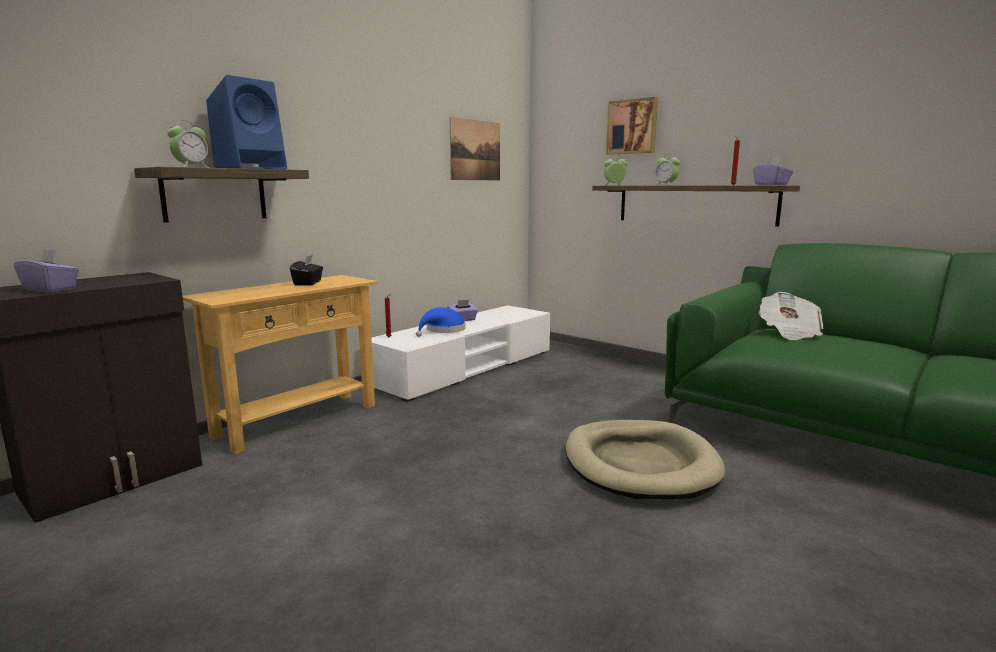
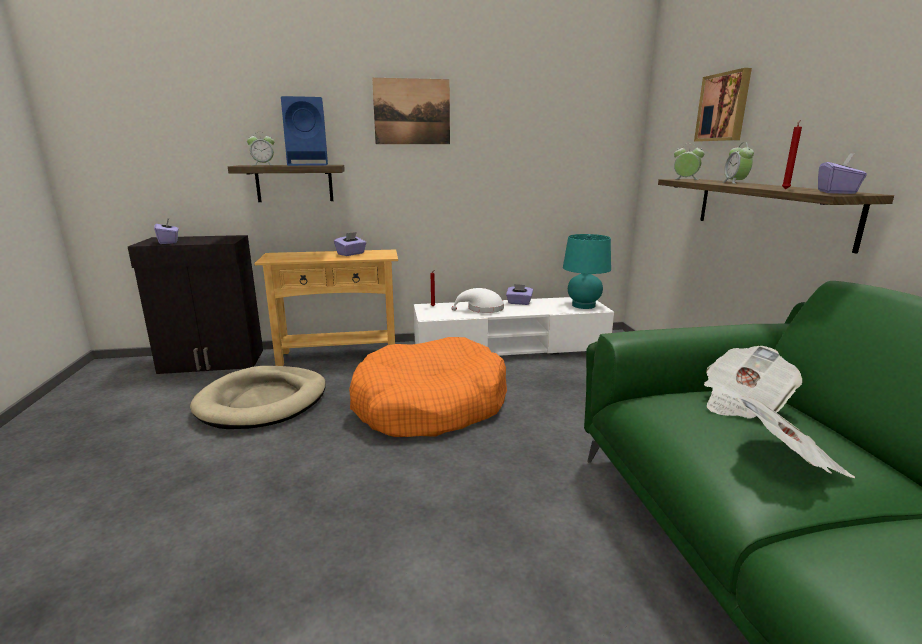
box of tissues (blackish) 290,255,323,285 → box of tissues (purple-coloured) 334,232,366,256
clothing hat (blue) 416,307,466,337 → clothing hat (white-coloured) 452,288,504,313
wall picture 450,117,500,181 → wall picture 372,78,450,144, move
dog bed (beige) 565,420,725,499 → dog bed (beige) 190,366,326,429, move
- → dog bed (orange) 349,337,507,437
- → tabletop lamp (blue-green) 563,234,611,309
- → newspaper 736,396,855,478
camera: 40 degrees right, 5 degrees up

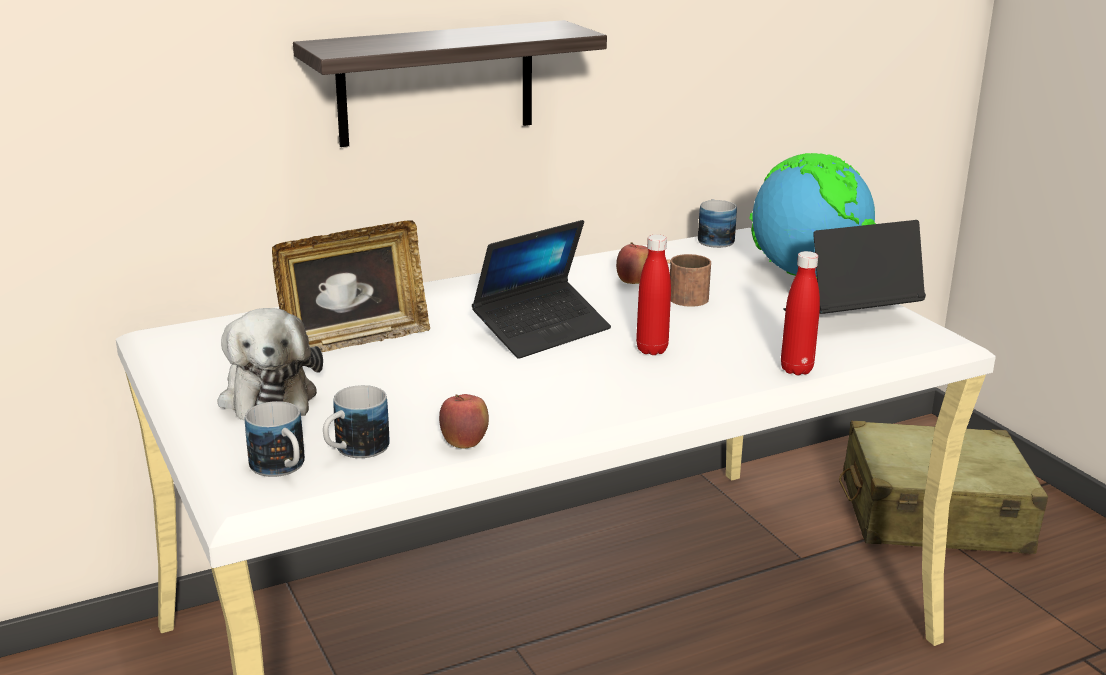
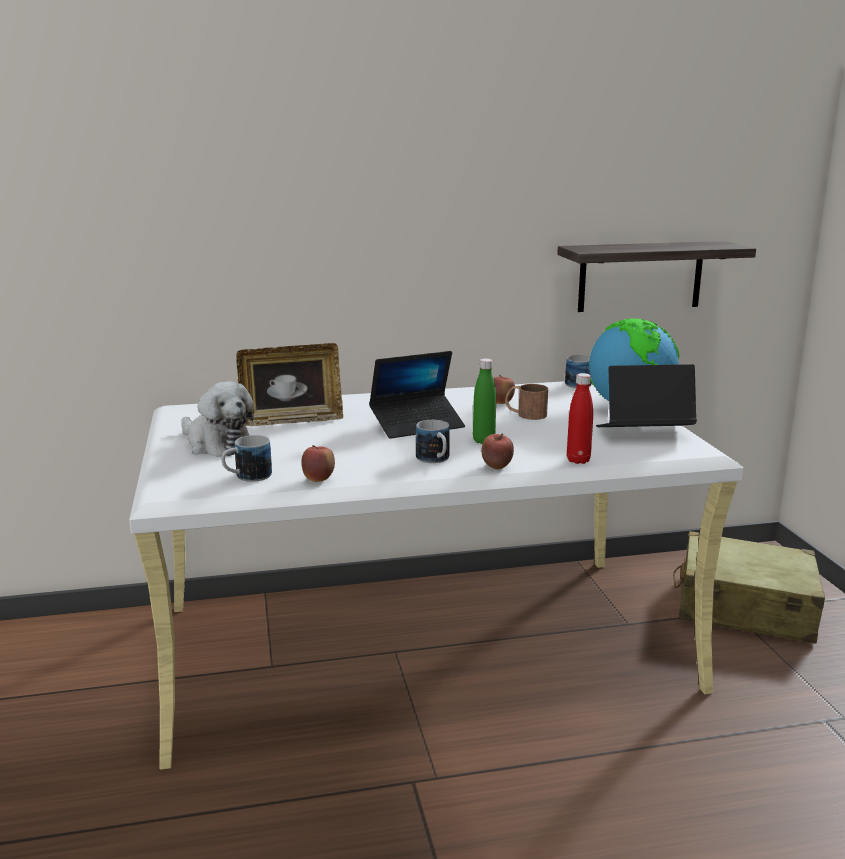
soft toy 217,308,323,420 → soft toy 181,381,254,457, 45 degrees counterclockwise
coffee mug 245,401,305,477 → coffee mug 416,420,450,463, move
bracket shelf 293,20,607,147 → bracket shelf 557,241,756,312, move
drink bottle (reddish) 636,235,671,355 → drink bottle (greenish) 473,358,496,444
- → whole apple 481,434,514,469
camera: 15 degrees right, 5 degrees down

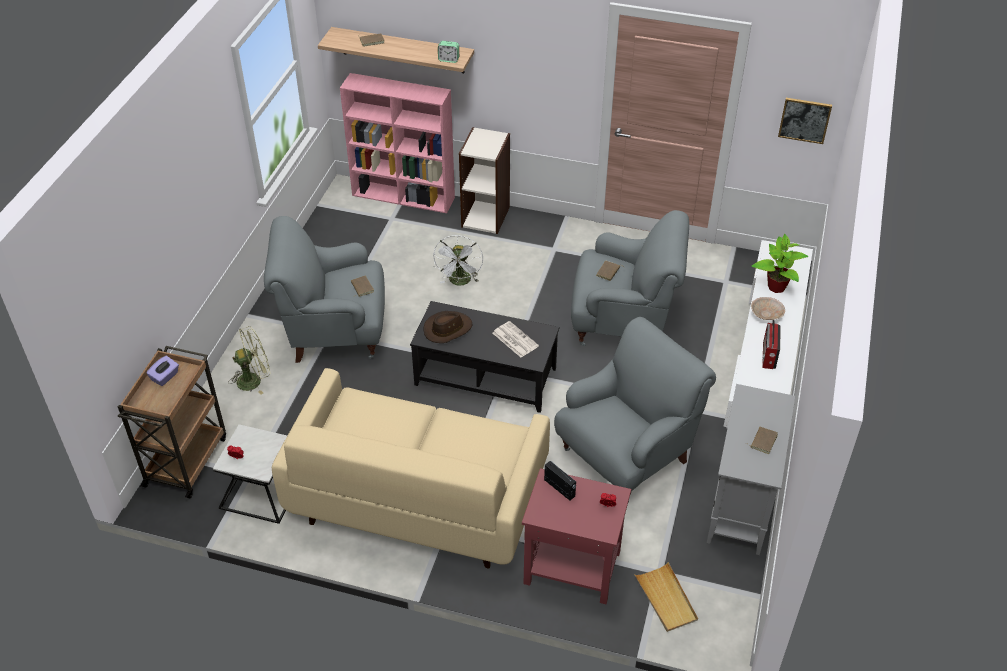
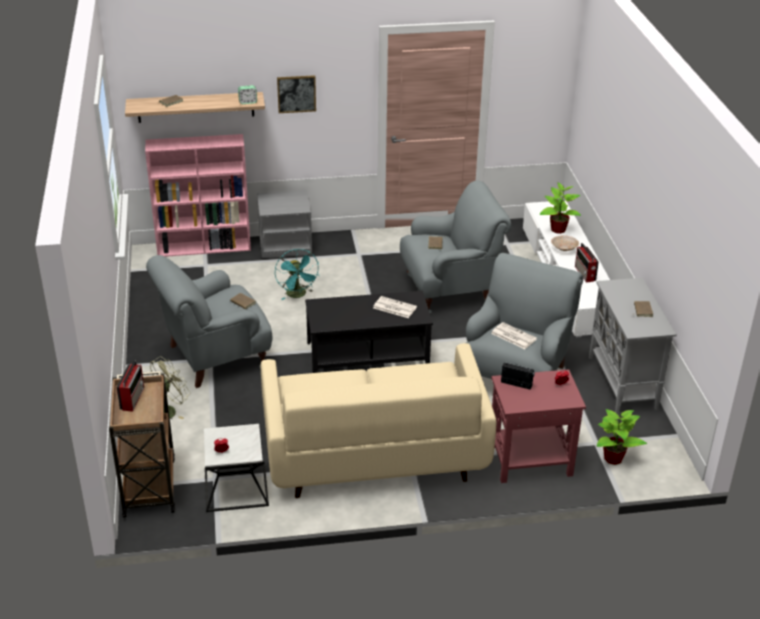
box of tissues (purple-coloured) 146,356,179,386 → radio set 117,360,144,412
clothing hat (brownish) 424,311,473,343 → -
electric fan (white-coloured) 433,235,483,286 → electric fan (blue-green) 275,249,320,300
shelving unit 459,127,510,234 → nightstand (greyish) 257,190,312,258
serving tray (beige) 634,562,698,632 → potted plant 597,409,647,465
wall picture 778,98,832,144 → wall picture 277,75,316,113, move
- → newspaper 491,322,537,349
camera: 25 degrees left, 10 degrees down

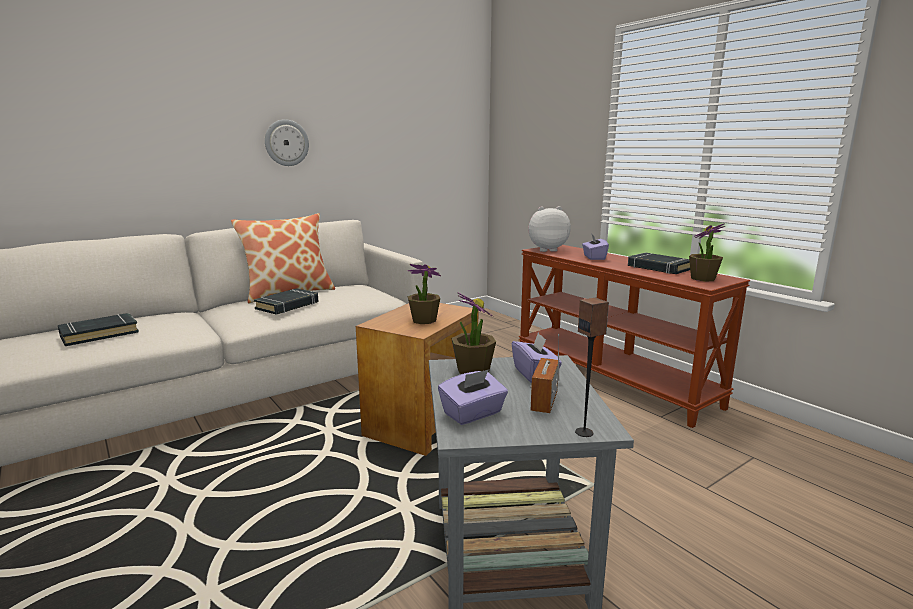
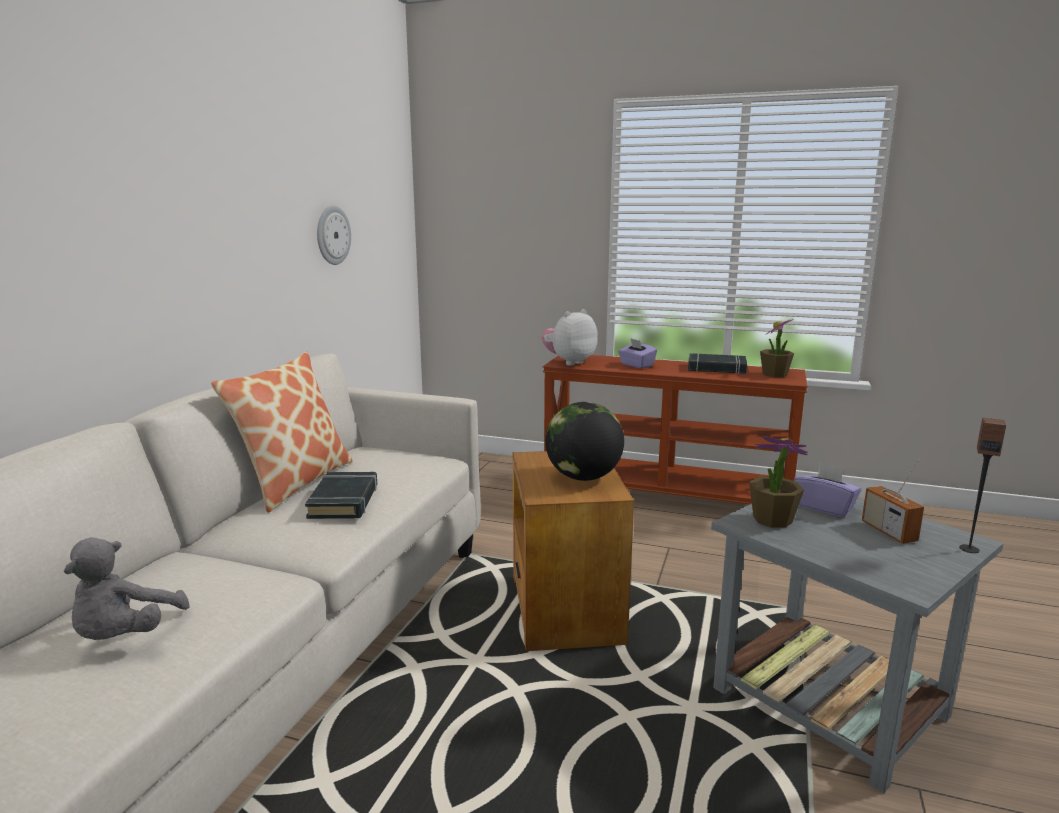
volume (blackish) 58,313,139,346 → soft toy (greyish) 64,537,190,640
wall clock 265,119,309,166 → wall clock 317,206,351,265, move
potted plant 408,264,441,324 → world globe 545,402,624,481
box of tissues (purple-coloured) 438,369,508,425 → -
camera: 35 degrees left, 0 degrees up

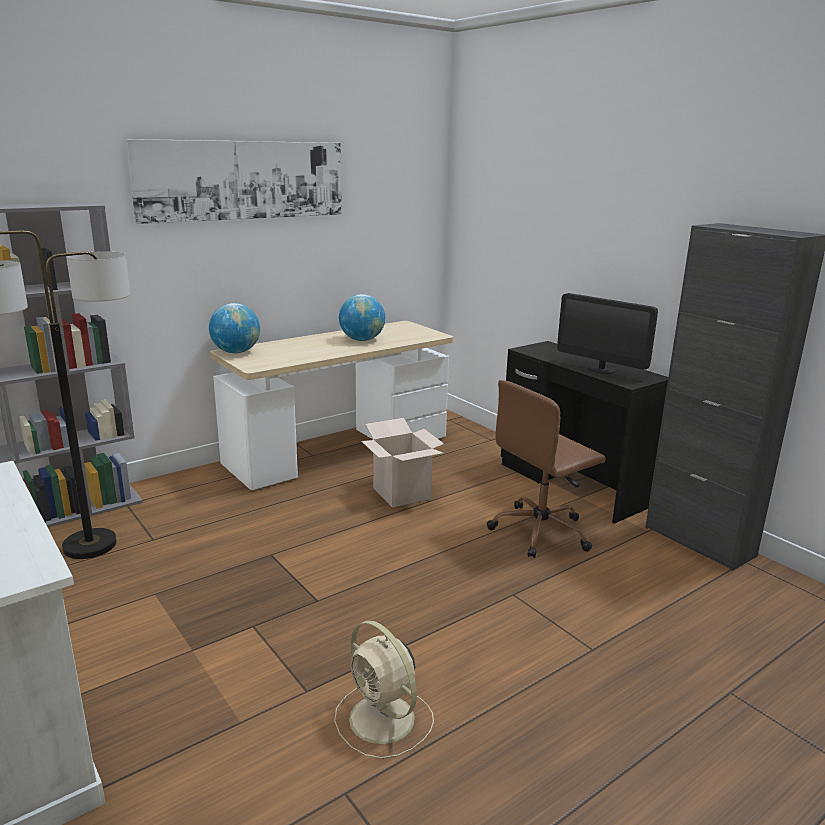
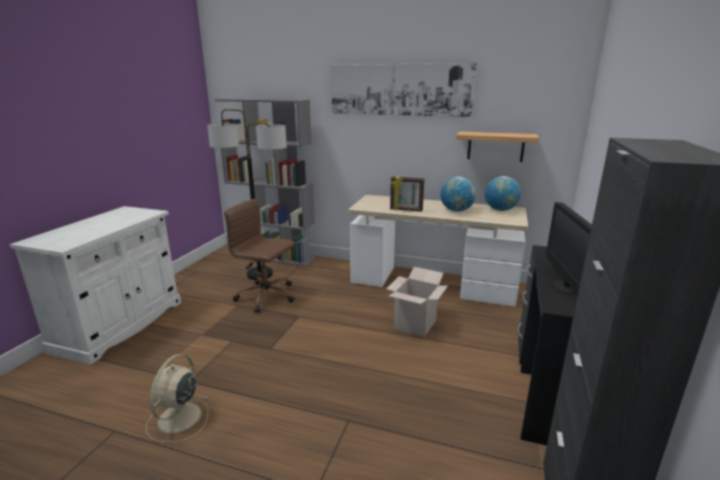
world globe 209,303,260,353 → world globe 484,176,521,211, move
desk chair (brownish) 487,380,606,558 → desk chair (brownish) 224,199,295,313, move
- → picture frame 390,176,424,212
- → bracket shelf 456,131,539,162
camera: 55 degrees right, 0 degrees up

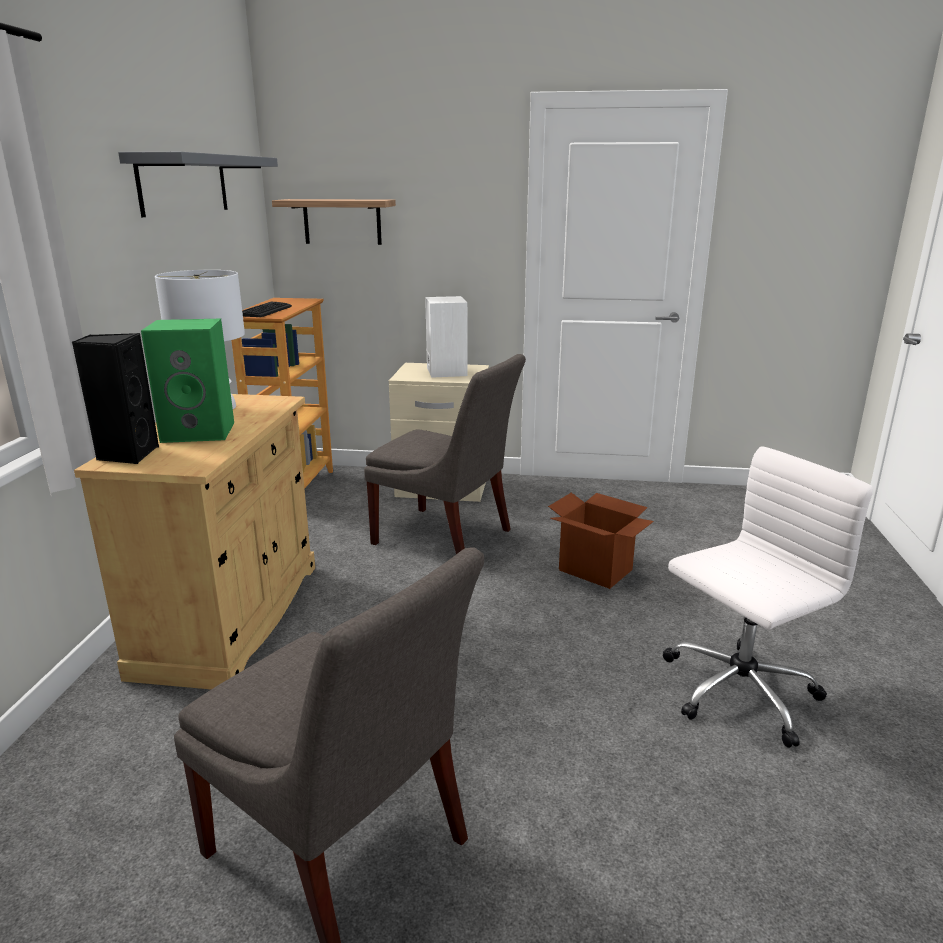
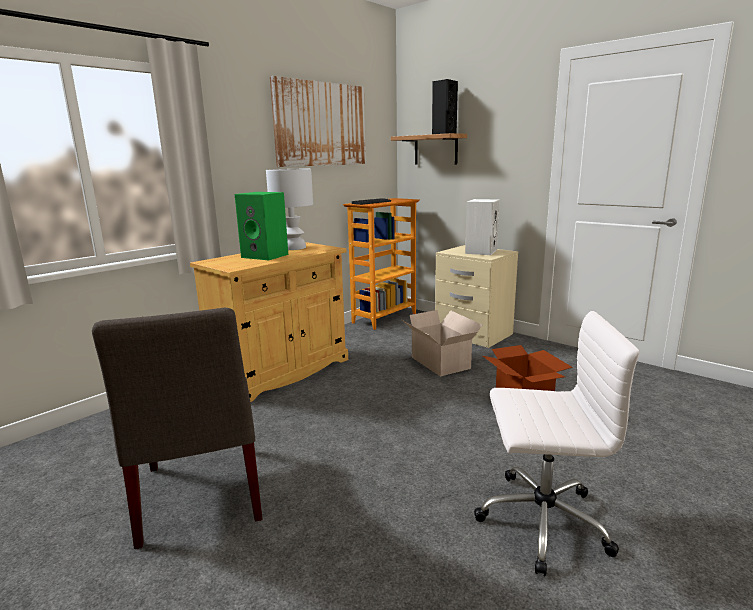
speaker (blackish) 72,333,159,464 → speaker (blackish) 432,79,458,134, move
bracket shelf (greyish) 118,152,278,217 → wall picture 270,76,366,167
upright chair (greyish) 364,354,526,554 → packing box 402,310,482,376
camera: 35 degrees right, 5 degrees down

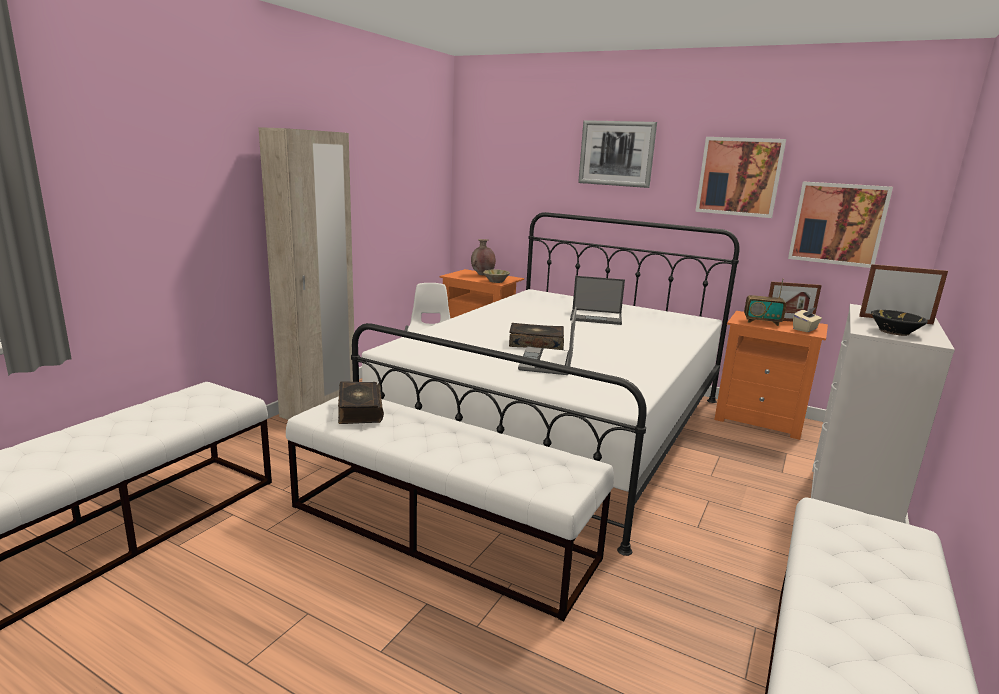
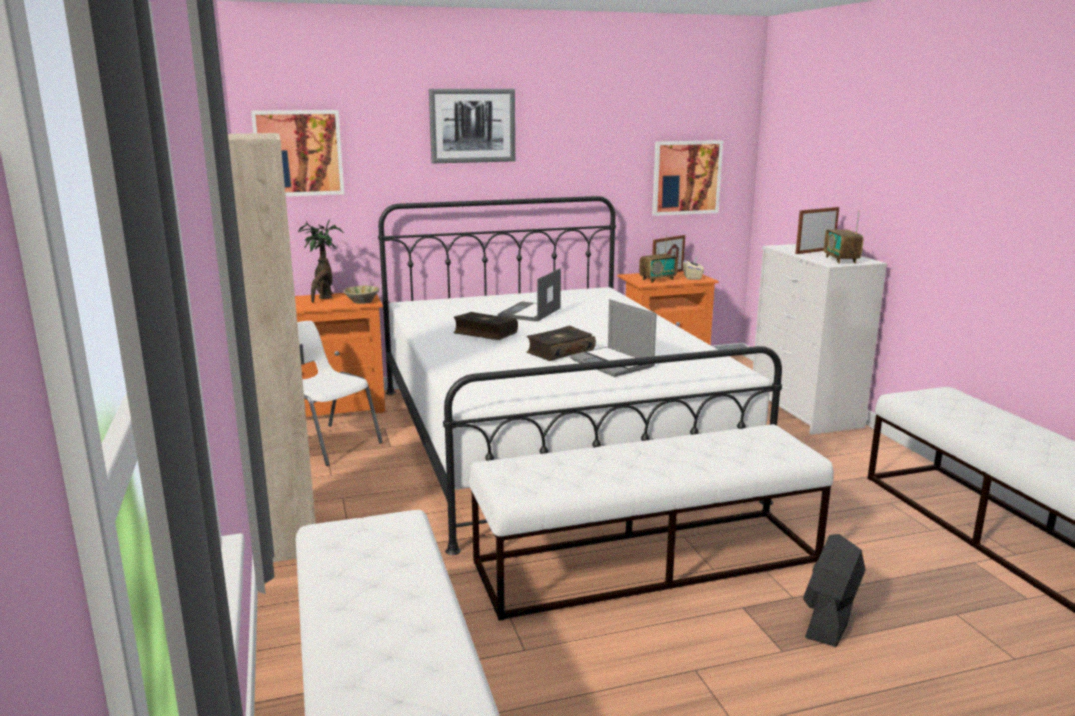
volume 338,381,384,424 → volume 453,312,518,340, move
decorative vase (brownish) 471,239,496,275 → potted plant 298,220,344,303
notebook computer 570,276,625,325 → notebook computer 497,268,561,322, 150 degrees clockwise
wall picture 695,137,786,218 → wall picture 251,110,344,196, move
serving bowl (blackish) 871,310,928,336 → radio set 824,210,863,264
- → electric fan (blackish) 803,534,866,647
camera: 45 degrees left, 0 degrees up

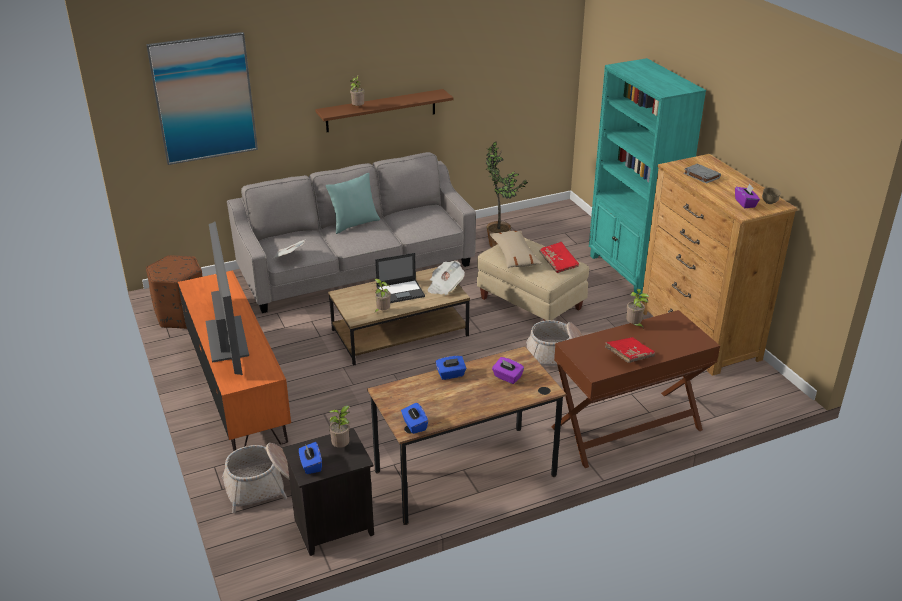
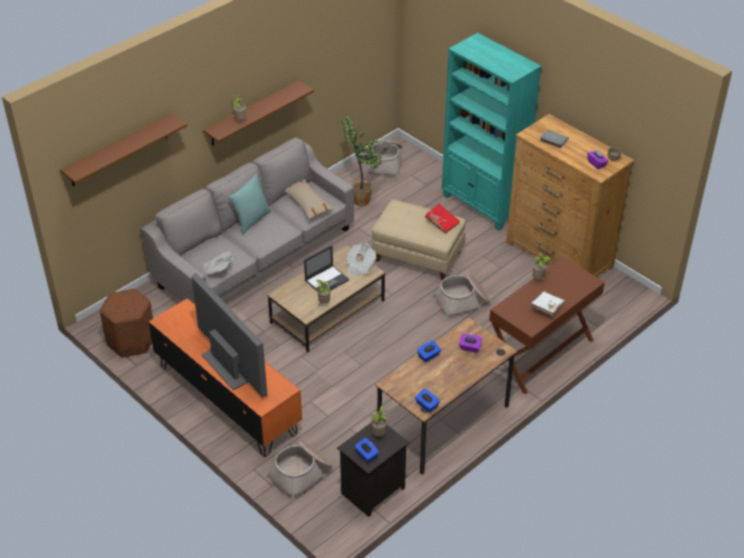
wall picture 146,32,258,165 → bracket shelf (brownish) 60,113,187,186
cushion (beige) 489,231,542,268 → cushion (beige) 285,179,334,219, move
volume (reddish) 605,337,655,363 → volume (white-coloured) 531,291,565,316
- → basket 365,140,403,179
camera: 20 degrees left, 10 degrees up

